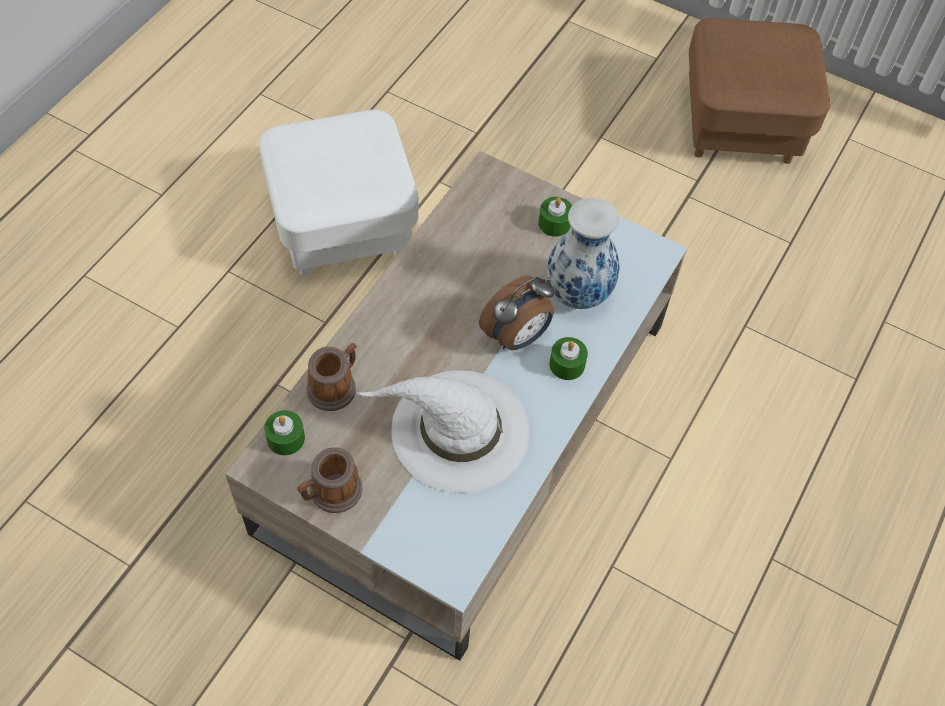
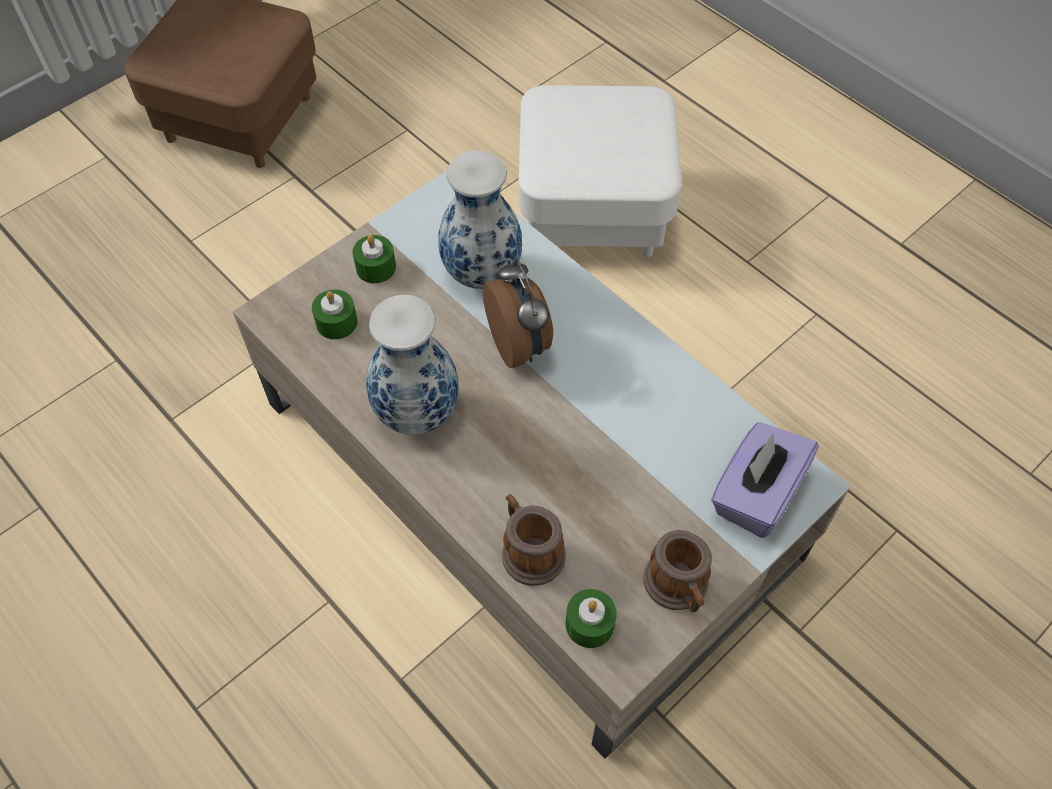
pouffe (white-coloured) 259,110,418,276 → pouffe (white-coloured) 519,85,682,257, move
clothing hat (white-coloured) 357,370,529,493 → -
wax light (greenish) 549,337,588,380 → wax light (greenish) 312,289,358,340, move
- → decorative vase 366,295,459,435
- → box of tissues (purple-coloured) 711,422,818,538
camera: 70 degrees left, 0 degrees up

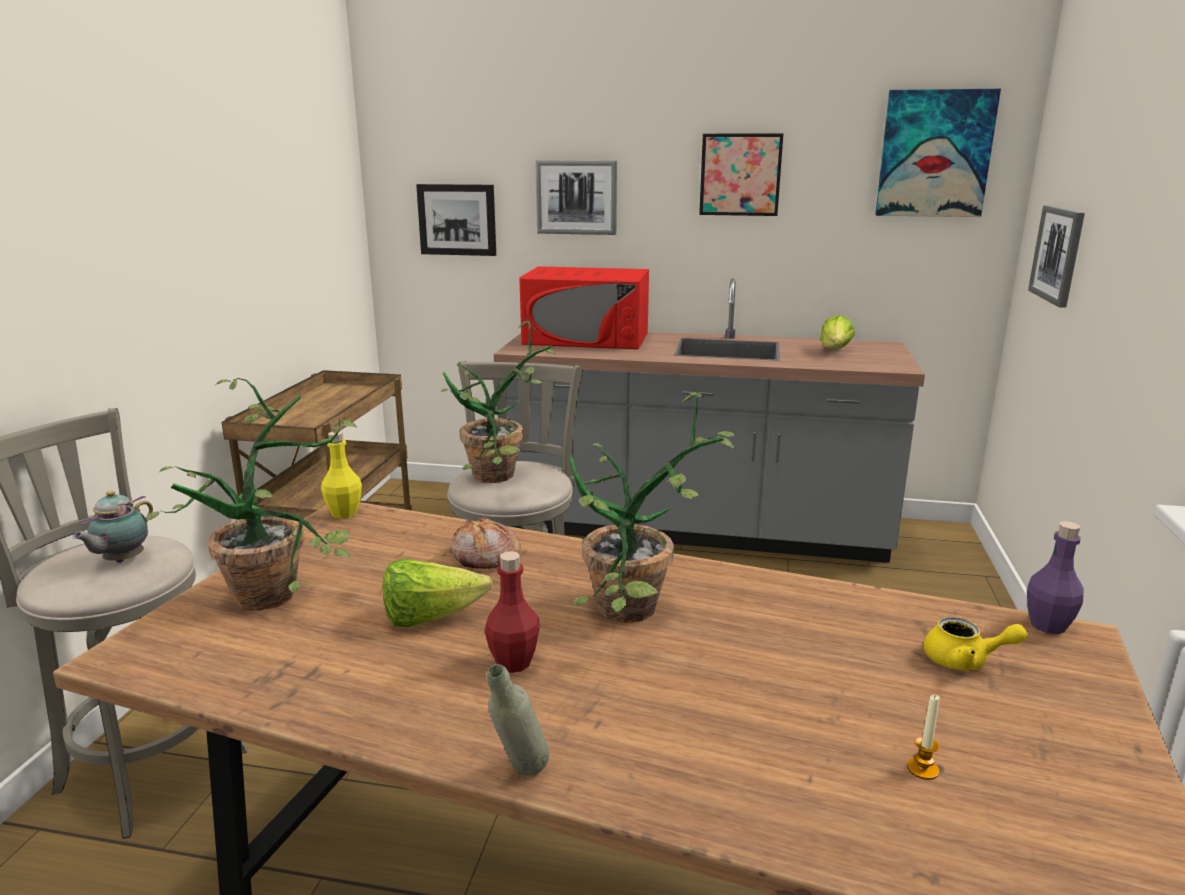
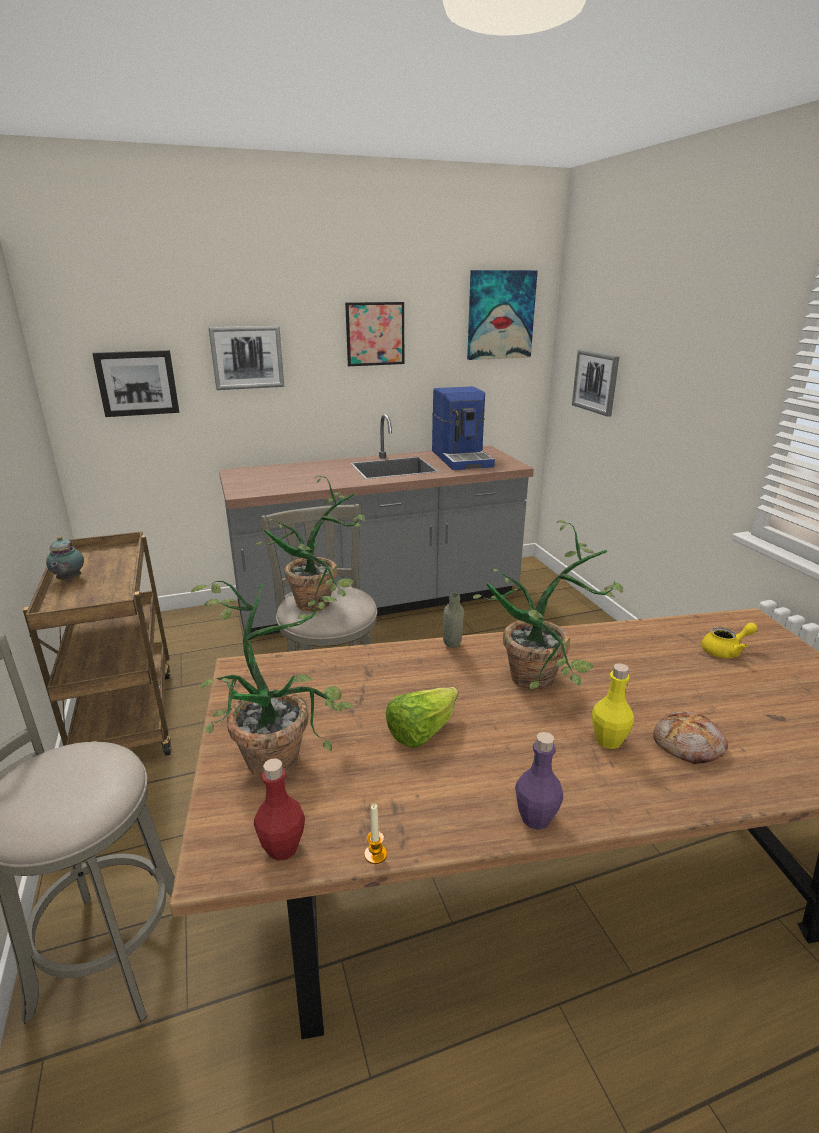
pot for tea 73,490,153,563 → pot for tea 46,536,84,582, move
drink bottle (yellow-coloured) 321,431,362,519 → drink bottle (yellow-coloured) 592,663,634,749, move
bakery bread 452,517,521,569 → bakery bread 653,711,728,764, move
drink bottle (reddish) 485,551,540,673 → drink bottle (reddish) 254,758,305,861, move
drink bottle (greyish) 487,664,549,775 → drink bottle (greyish) 443,592,464,648, move
microwave oven (reddish) 519,266,649,349 → -
lettuce head 820,315,855,349 → coffee maker 432,387,495,470
wax light 907,694,940,780 → wax light 364,804,387,864, move
drink bottle (purple-coloured) 1027,521,1084,634 → drink bottle (purple-coloured) 515,732,563,830, move
camera: 30 degrees left, 5 degrees up

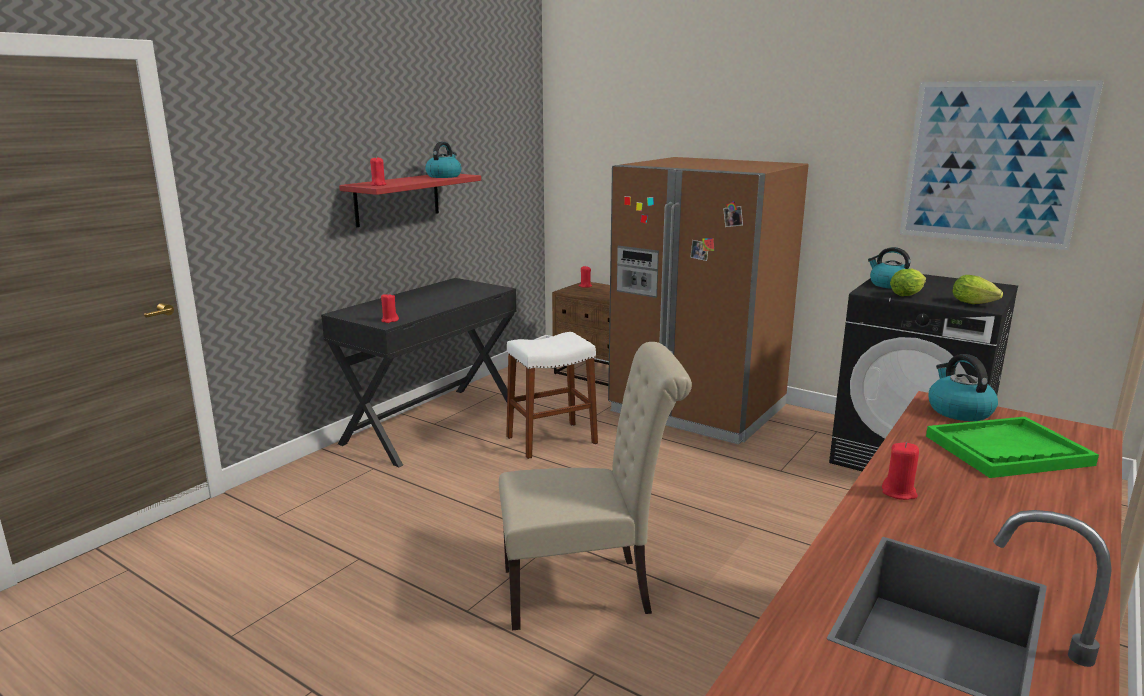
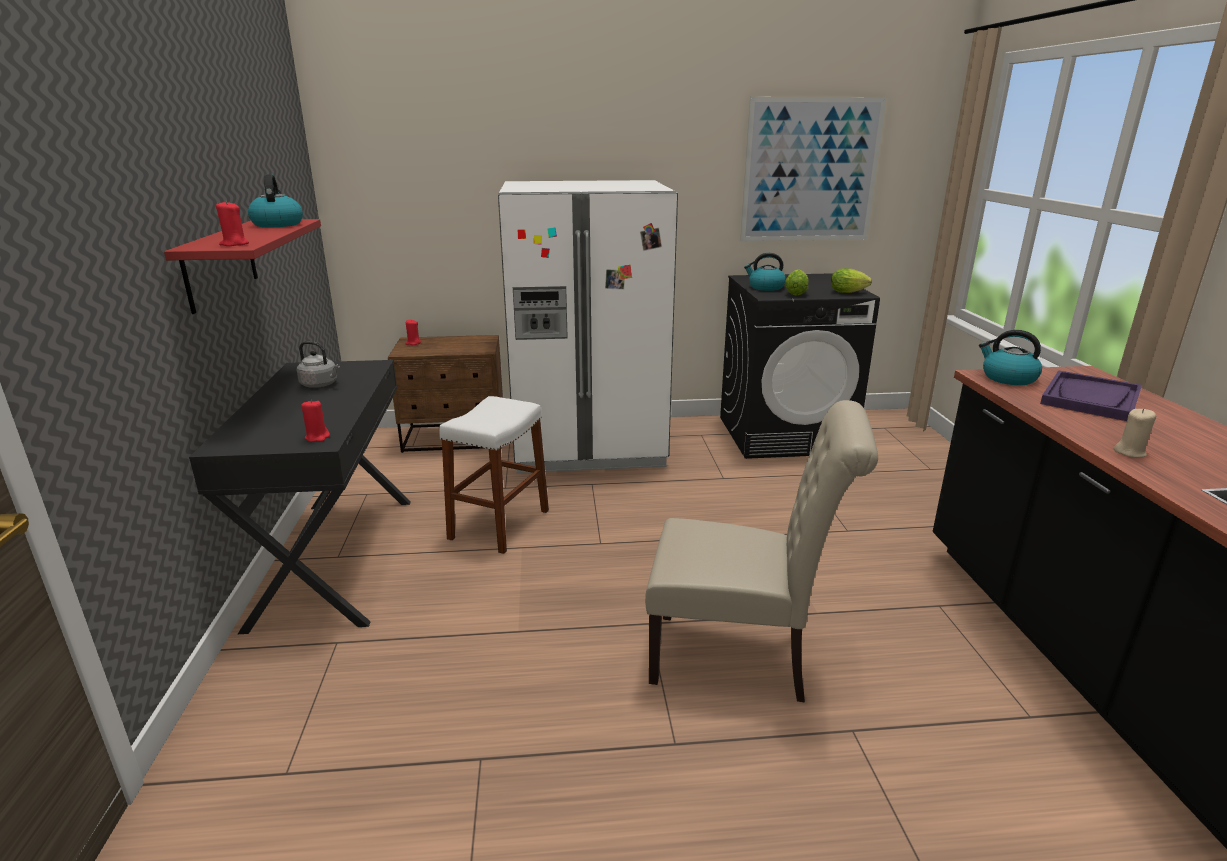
upright chair (beige) 499,342,692,630 → upright chair (beige) 645,400,878,703, 60 degrees clockwise
kitchen fridge (brownish) 608,157,809,445 → kitchen fridge (white-coloured) 498,180,678,473
wax light (reddish) 882,442,919,500 → wax light (beige) 1113,408,1156,458
serving tray (greenish) 926,417,1099,478 → serving tray (purple-coloured) 1040,370,1142,421
- → water kettle (greyish) 297,341,340,388
camera: 40 degrees left, 5 degrees up

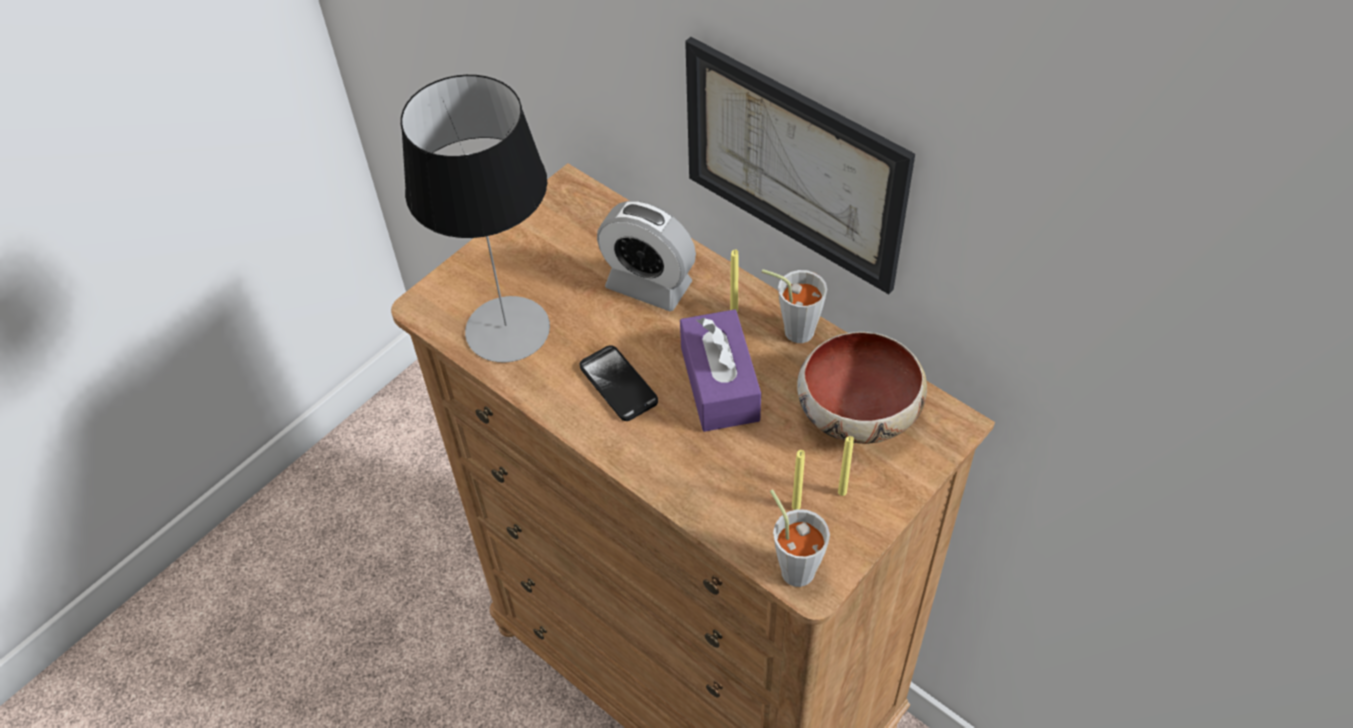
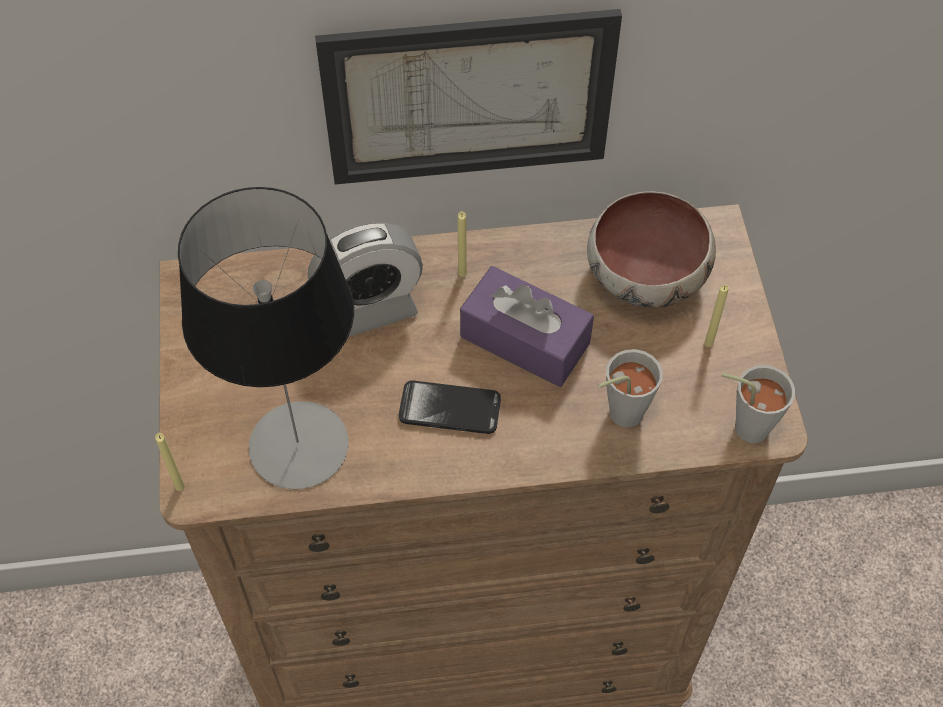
cup (greyish) 762,269,827,343 → cup (greyish) 599,349,663,427, move
wax light (yellow-coloured) 792,450,805,510 → wax light (yellow-coloured) 155,433,185,491, move
camera: 50 degrees left, 5 degrees up

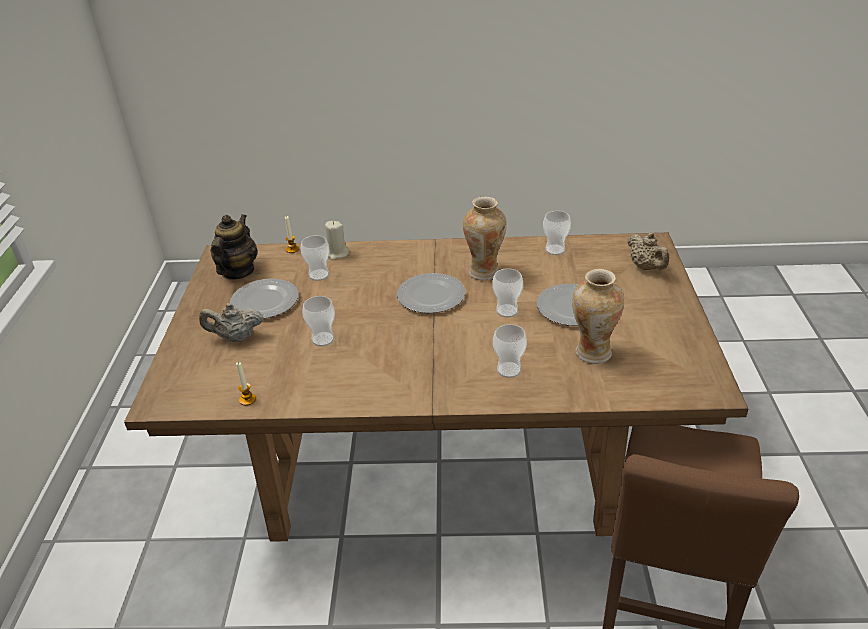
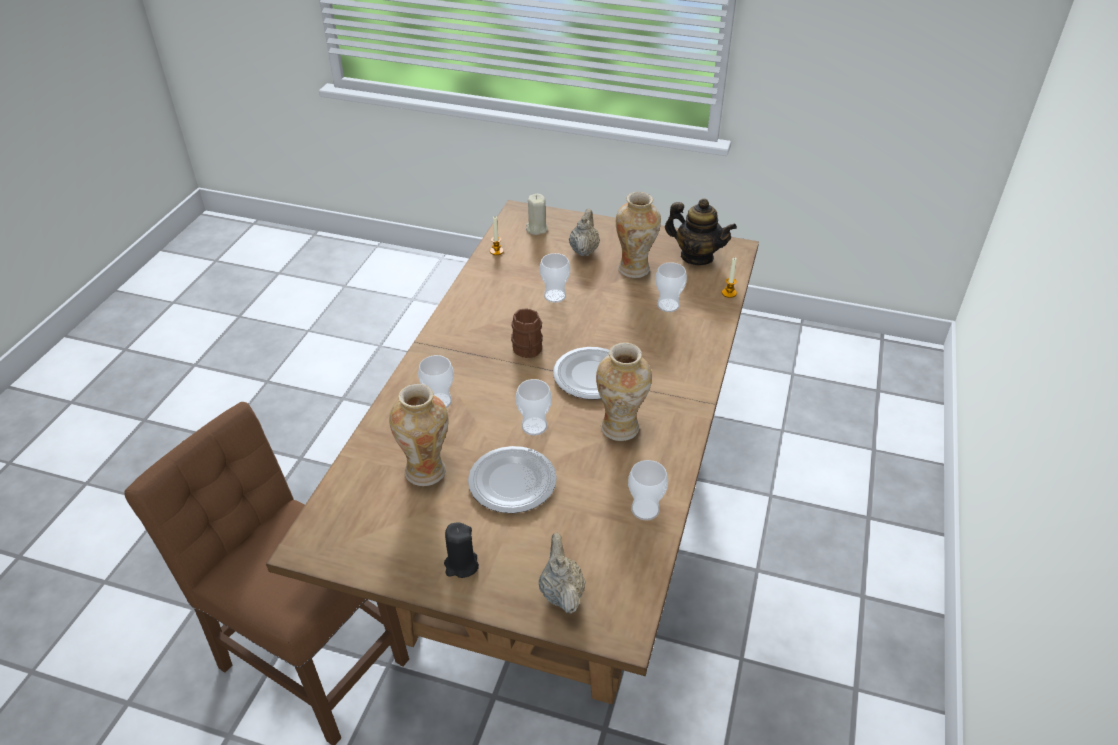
dinner plate 230,279,299,319 → decorative vase 616,192,661,278
wax light (beige) 325,221,349,260 → wax light (beige) 526,194,548,235, move
pot for tea (beige) 627,232,669,270 → pot for tea (beige) 538,532,586,614, 90 degrees clockwise
- → wax light (blackish) 444,523,479,578
- → coffee mug (brownish) 511,308,543,358
camera: 105 degrees right, 5 degrees up

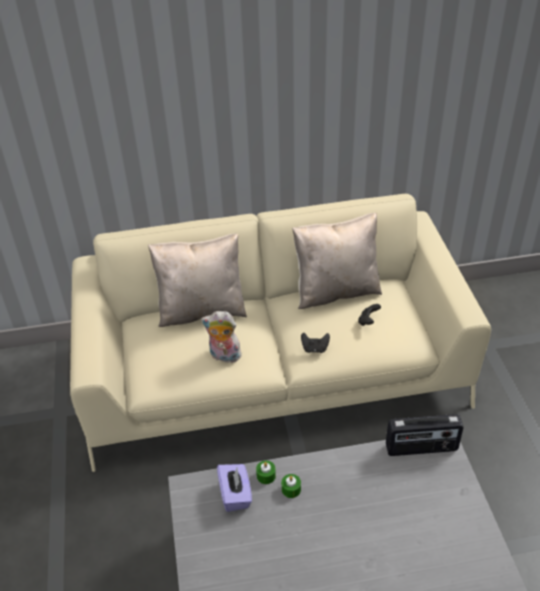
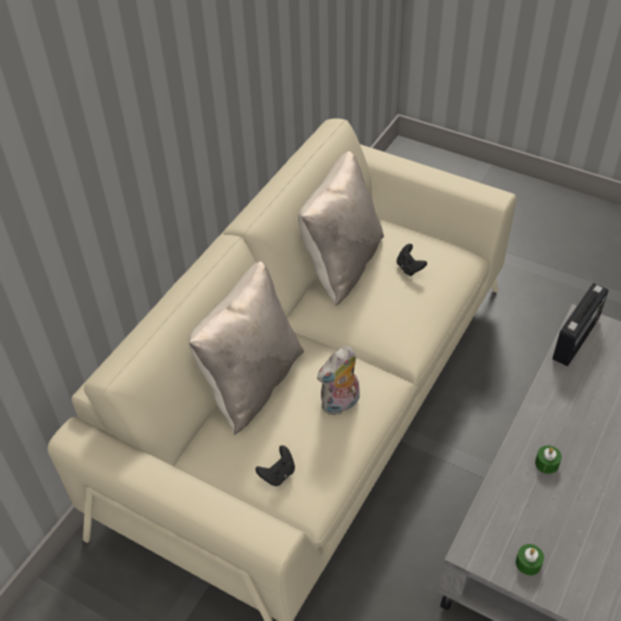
box of tissues (purple-coloured) 217,464,252,512 → -
wax light (greenish) 256,461,276,484 → wax light (greenish) 516,544,544,576, move
game controller (blackish) 301,333,330,353 → game controller (blackish) 255,445,295,486, move
camera: 50 degrees left, 5 degrees up

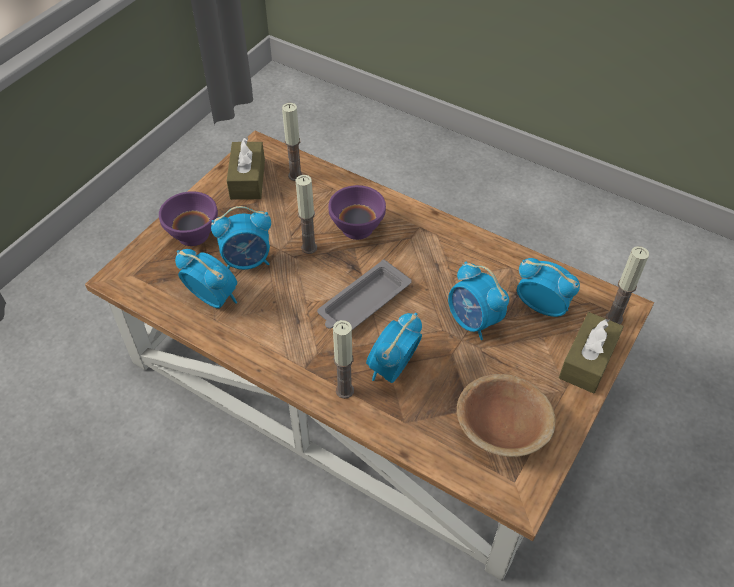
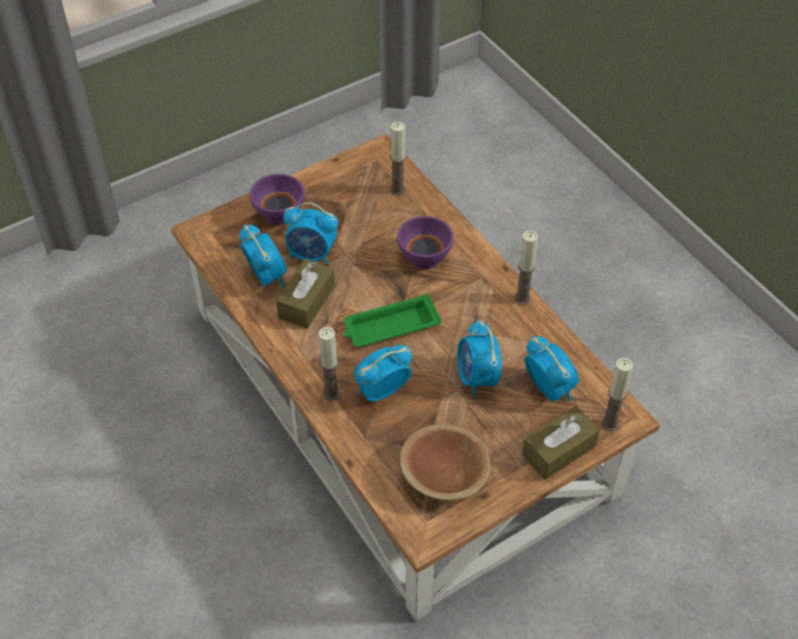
box of tissues (brownish) 227,137,265,200 → box of tissues (brownish) 276,259,335,328, move
wax light 295,175,317,254 → wax light 515,231,538,305, move
serving tray (greyish) 317,260,412,330 → serving tray (greenish) 344,294,441,347
camera: 25 degrees right, 0 degrees up

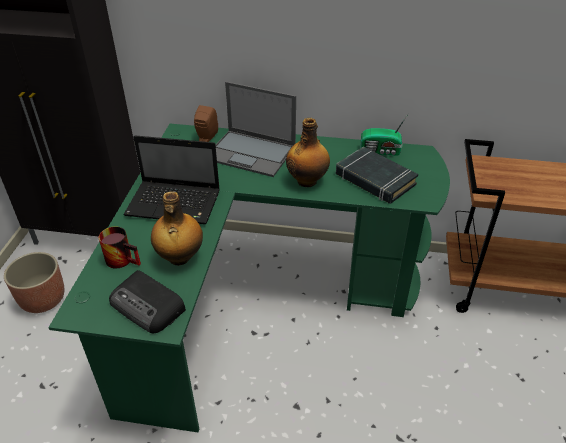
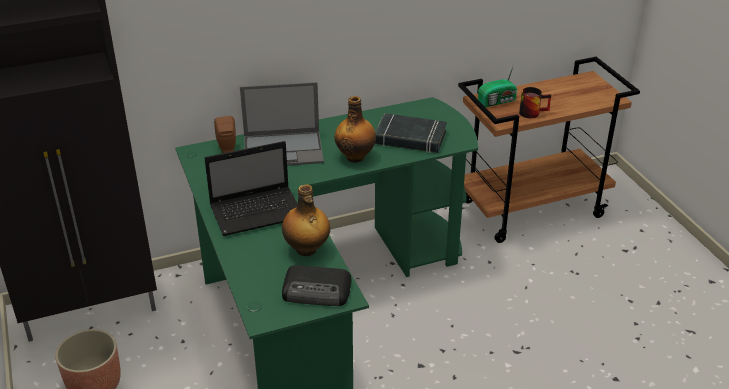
coffee mug 99,227,141,268 → coffee mug 519,87,551,118, move
radio set 361,114,408,156 → radio set 478,62,517,107, move
camera: 30 degrees left, 5 degrees down

